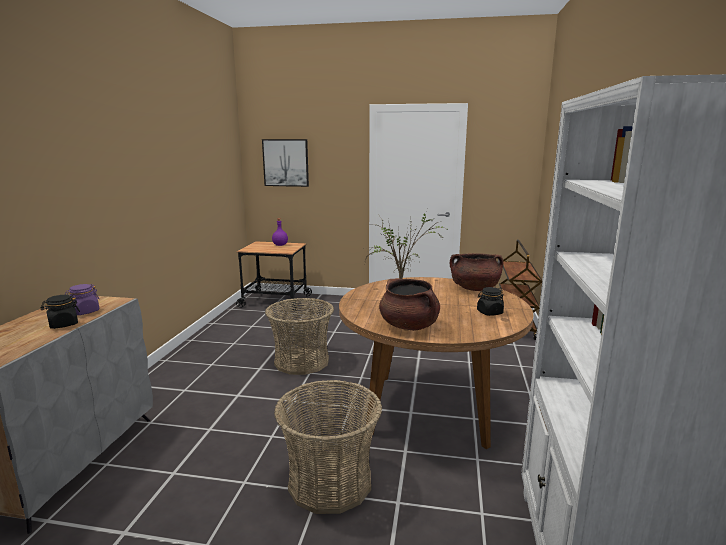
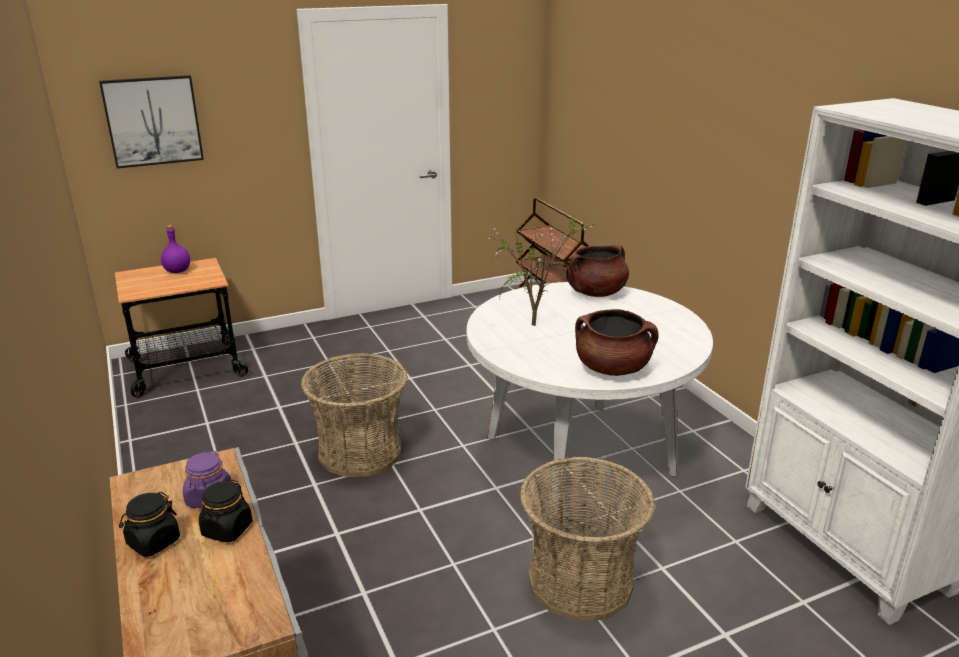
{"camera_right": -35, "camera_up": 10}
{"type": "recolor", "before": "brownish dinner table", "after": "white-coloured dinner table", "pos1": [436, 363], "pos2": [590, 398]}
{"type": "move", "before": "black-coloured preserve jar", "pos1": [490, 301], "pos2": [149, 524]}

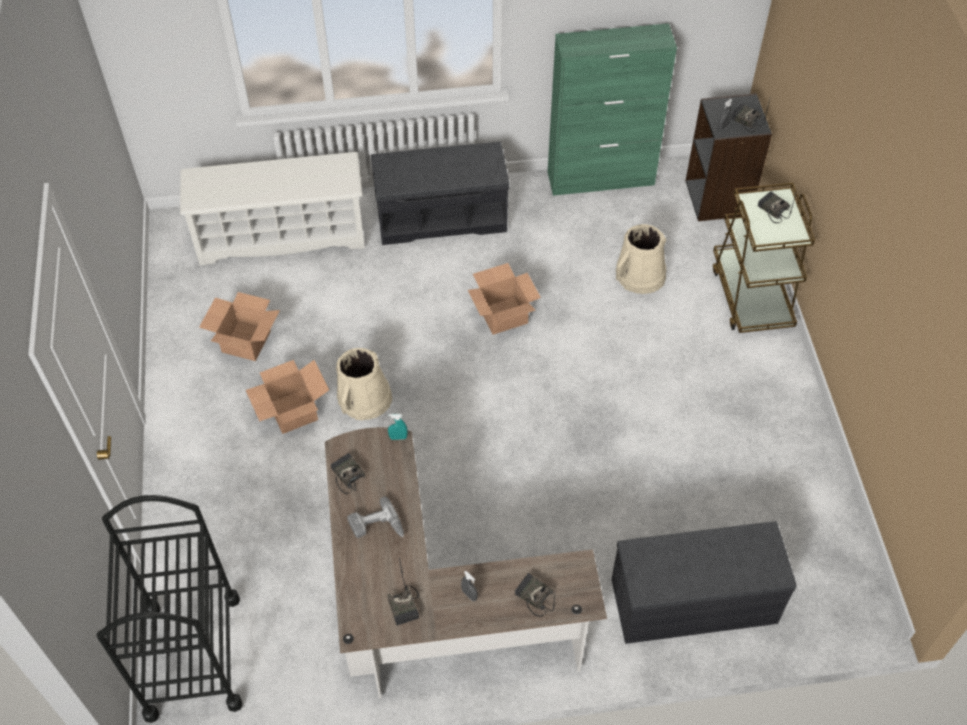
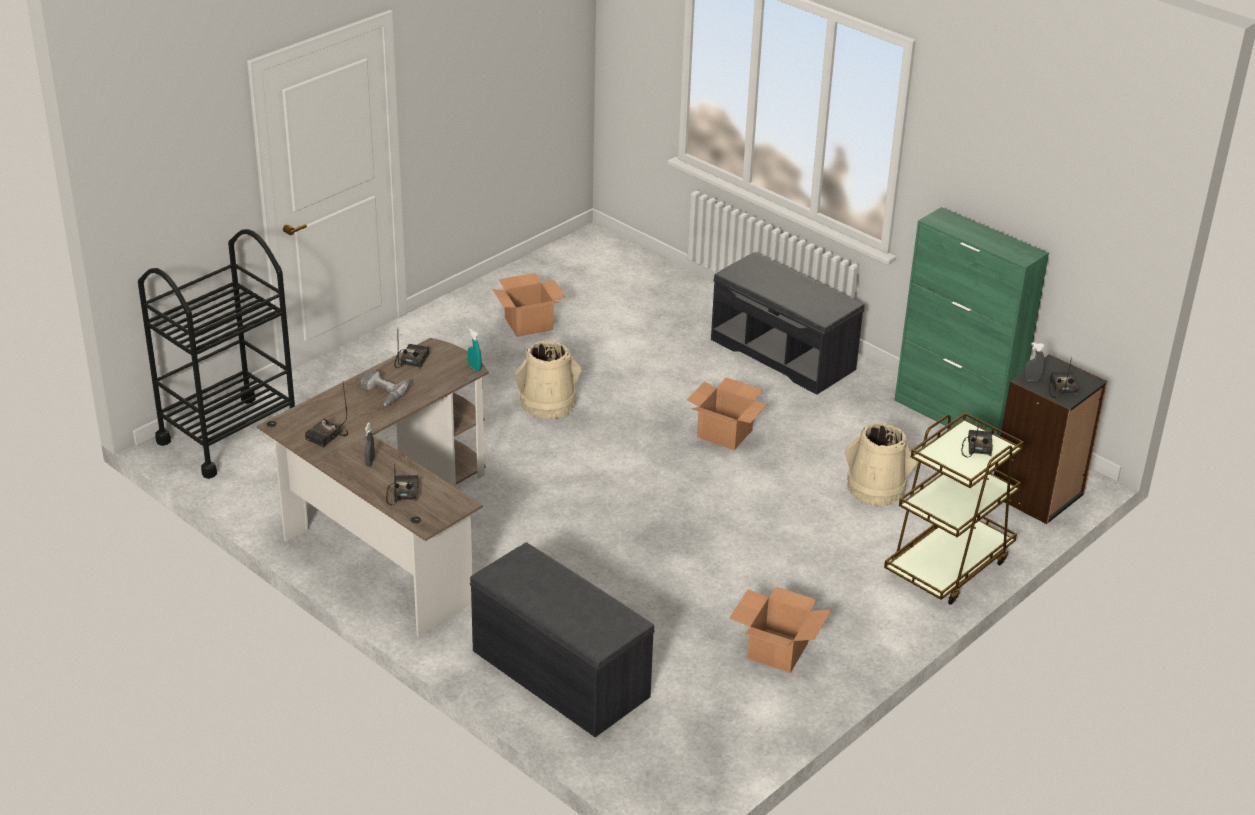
{"camera_right": 50, "camera_up": -20}
{"type": "delete", "before": "white-coloured shoe rack", "pos1": [272, 209]}
{"type": "move", "before": "packing box", "pos1": [287, 397], "pos2": [780, 630]}

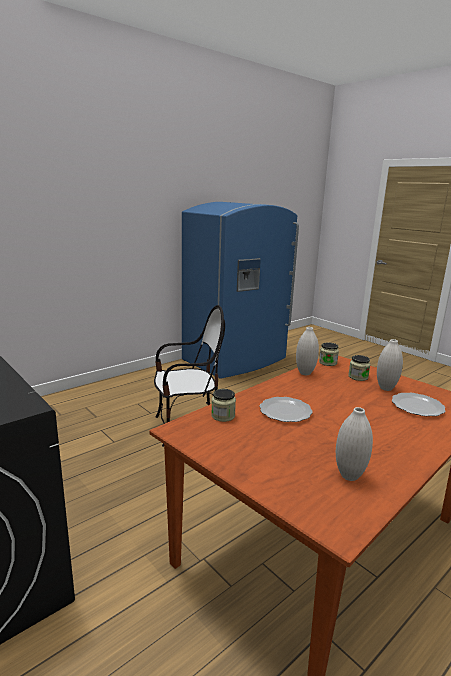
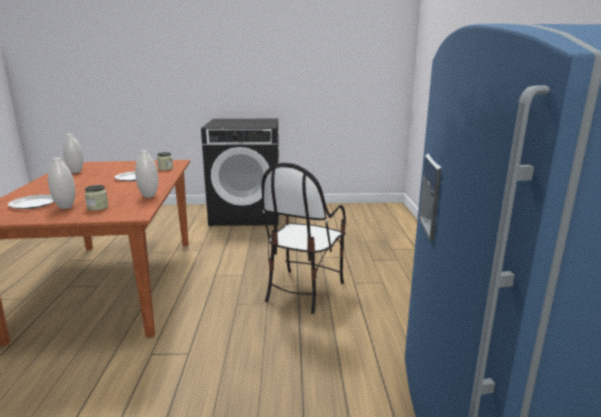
{"camera_right": 130, "camera_up": 0}
{"type": "delete", "before": "preserve jar", "pos1": [329, 354]}

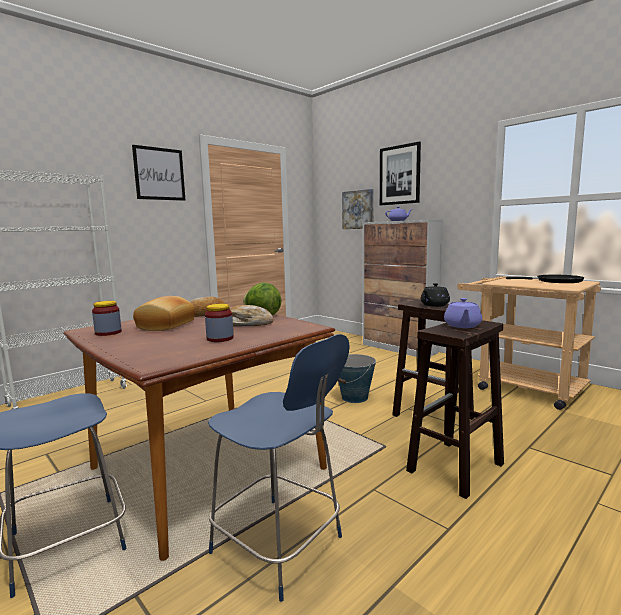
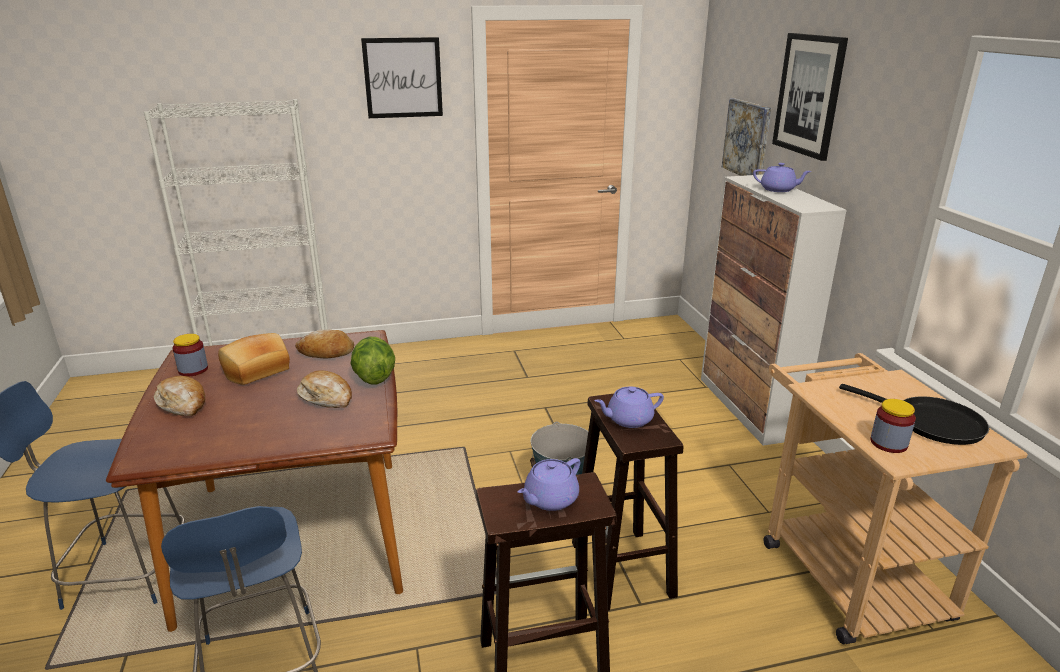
{"camera_right": 30, "camera_up": 15}
{"type": "recolor", "before": "black-coloured teapot", "after": "purplish teapot", "pos1": [435, 295], "pos2": [629, 407]}
{"type": "move", "before": "preserve jar", "pos1": [219, 323], "pos2": [893, 426]}
{"type": "insert", "after": "baked bread", "pos2": [179, 396]}

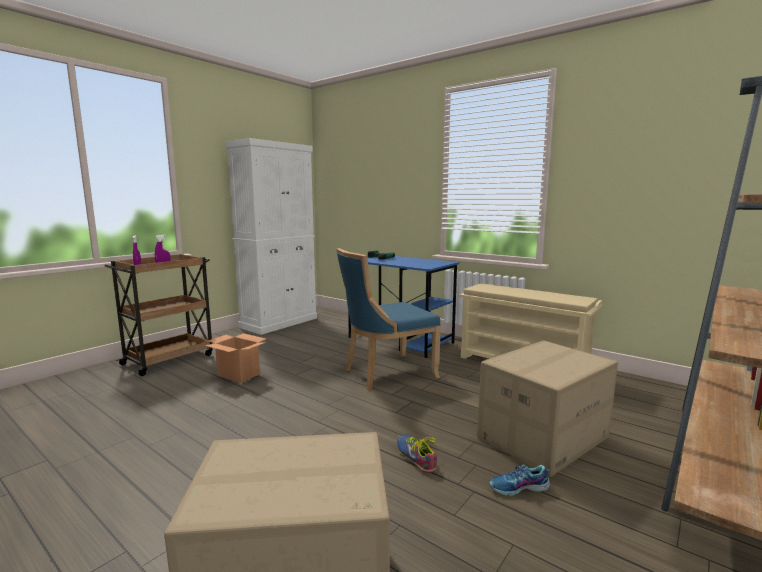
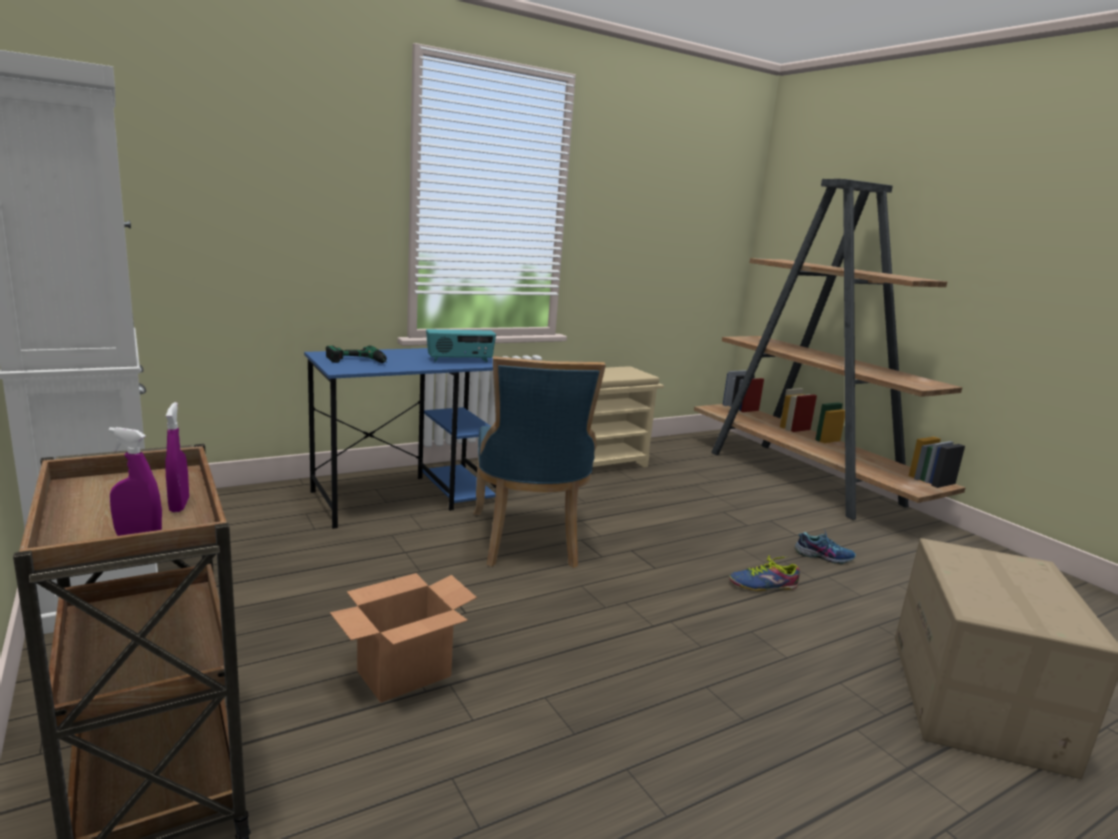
{"camera_right": -70, "camera_up": 5}
{"type": "delete", "before": "packing box", "pos1": [547, 408]}
{"type": "rotate", "before": "shoe", "pos1": [520, 480], "pos2": [825, 547], "turn": -90}
{"type": "insert", "after": "radio", "pos2": [461, 345]}

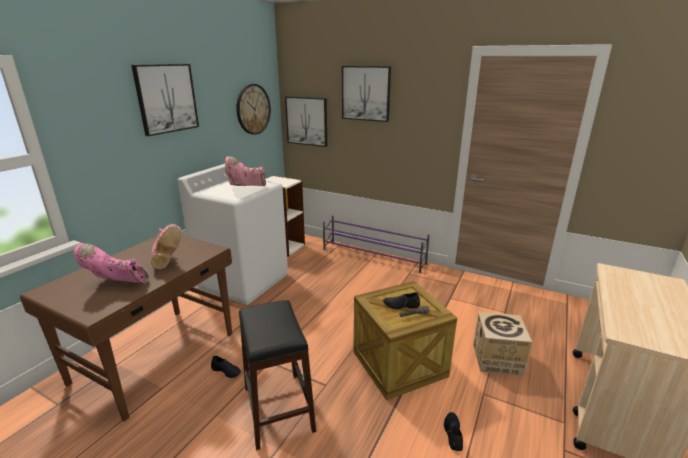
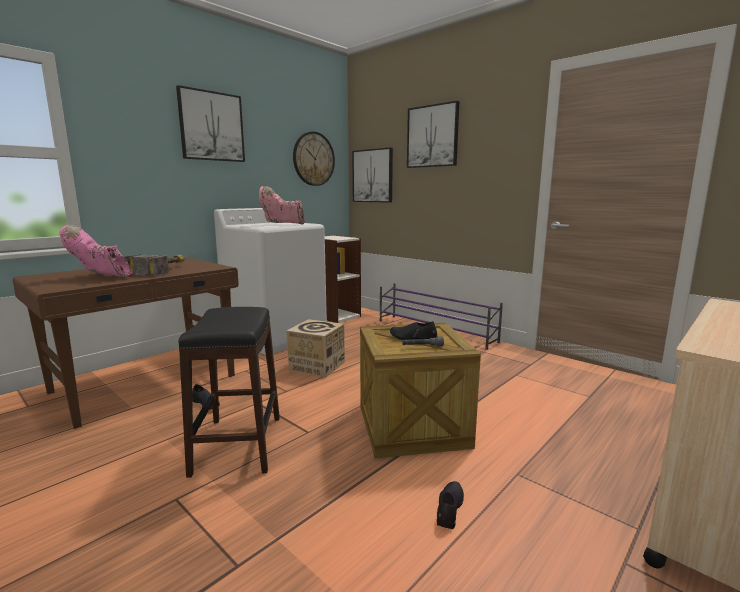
{"camera_right": 15, "camera_up": -10}
{"type": "replace", "before": "pink boot", "after": "hand hammer", "pos1": [166, 246], "pos2": [155, 265]}
{"type": "move", "before": "packing box", "pos1": [502, 344], "pos2": [315, 348]}

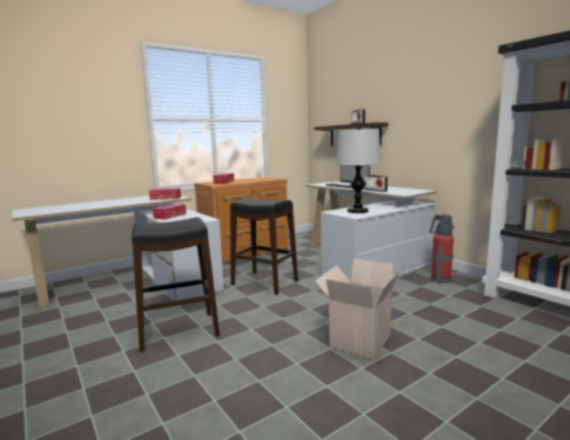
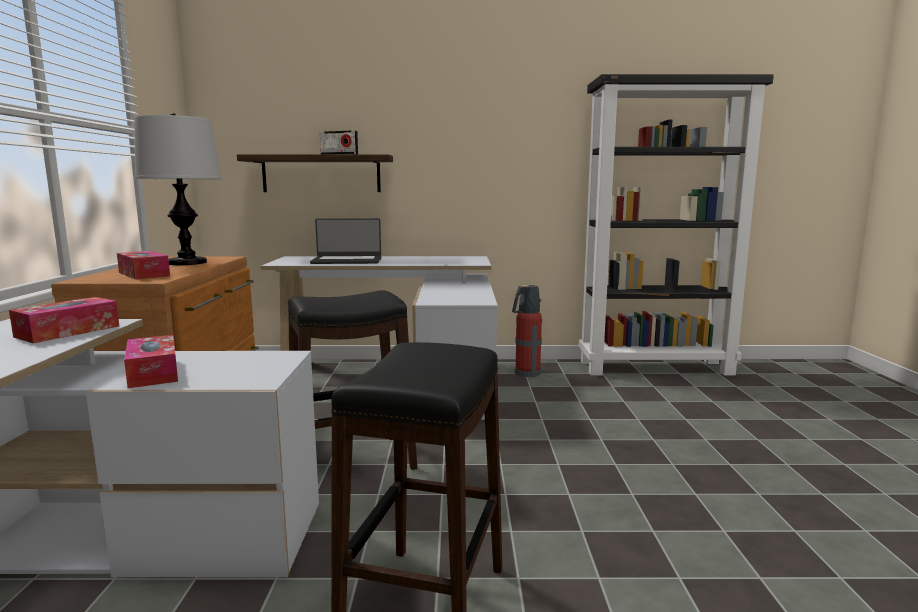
{"camera_right": -55, "camera_up": 0}
{"type": "move", "before": "table lamp", "pos1": [358, 170], "pos2": [177, 189]}
{"type": "delete", "before": "radio", "pos1": [376, 183]}
{"type": "delete", "before": "packing box", "pos1": [357, 309]}

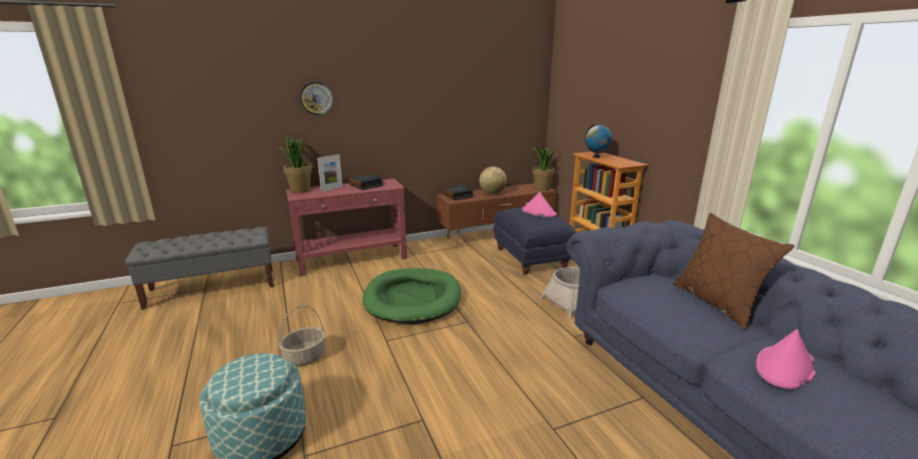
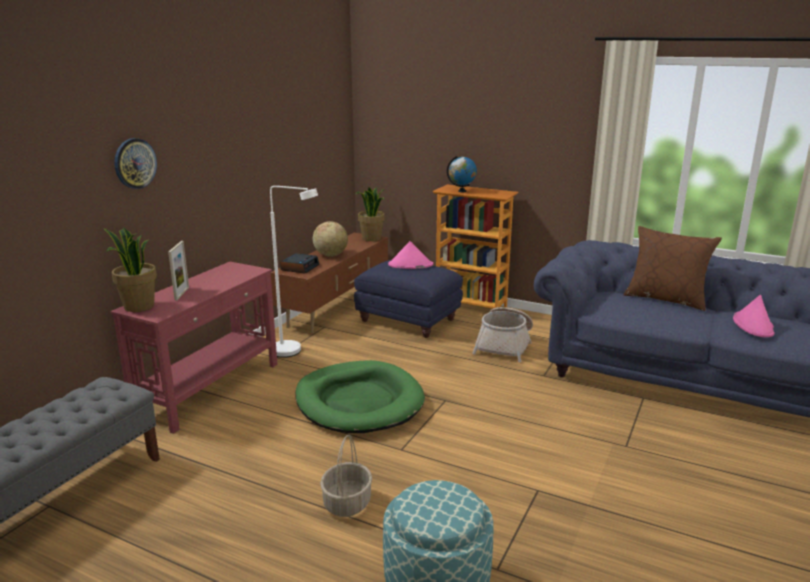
{"camera_right": -40, "camera_up": 0}
{"type": "delete", "before": "alarm clock", "pos1": [366, 182]}
{"type": "insert", "after": "white-coloured floor lamp", "pos2": [294, 272]}

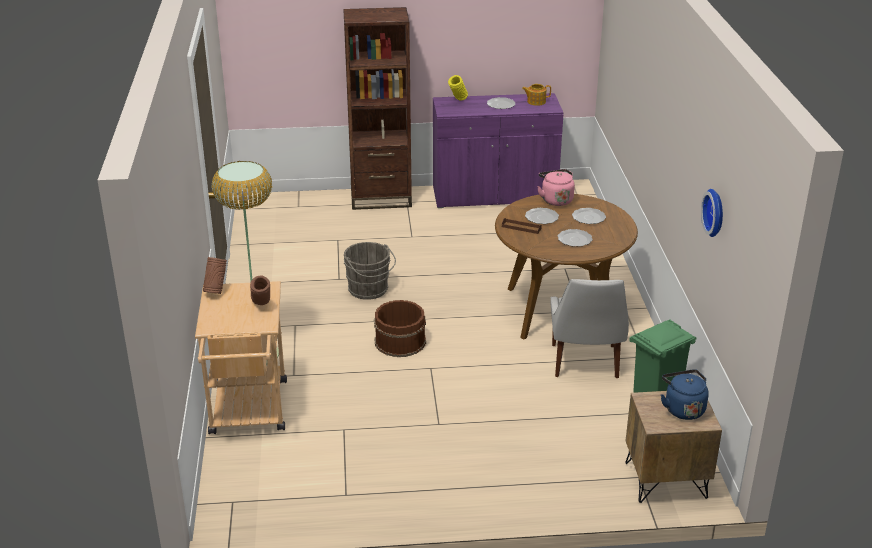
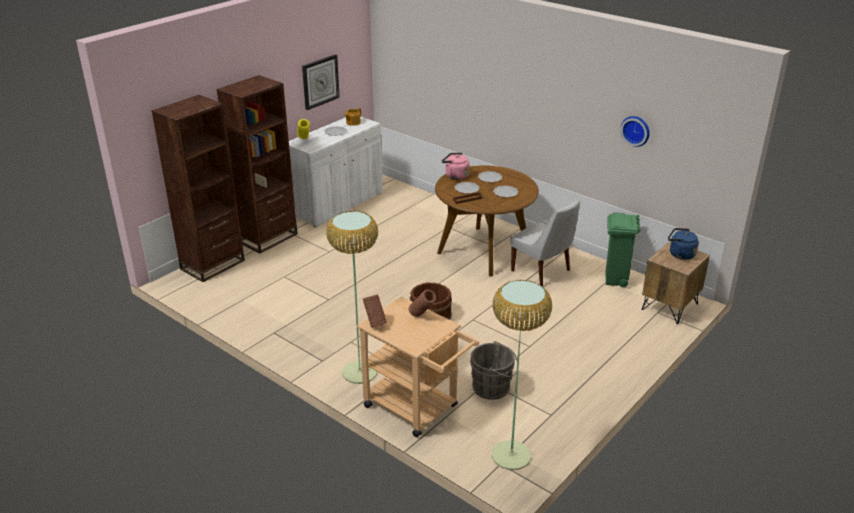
{"camera_right": -45, "camera_up": 0}
{"type": "recolor", "before": "purplish storage cabinet", "after": "white-coloured storage cabinet", "pos1": [498, 150], "pos2": [336, 172]}
{"type": "move", "before": "grey bucket", "pos1": [370, 271], "pos2": [493, 370]}
{"type": "insert", "after": "hanging clock", "pos2": [321, 82]}
{"type": "insert", "after": "brownish bookshelf", "pos2": [198, 188]}
{"type": "insert", "after": "floor lamp", "pos2": [522, 375]}

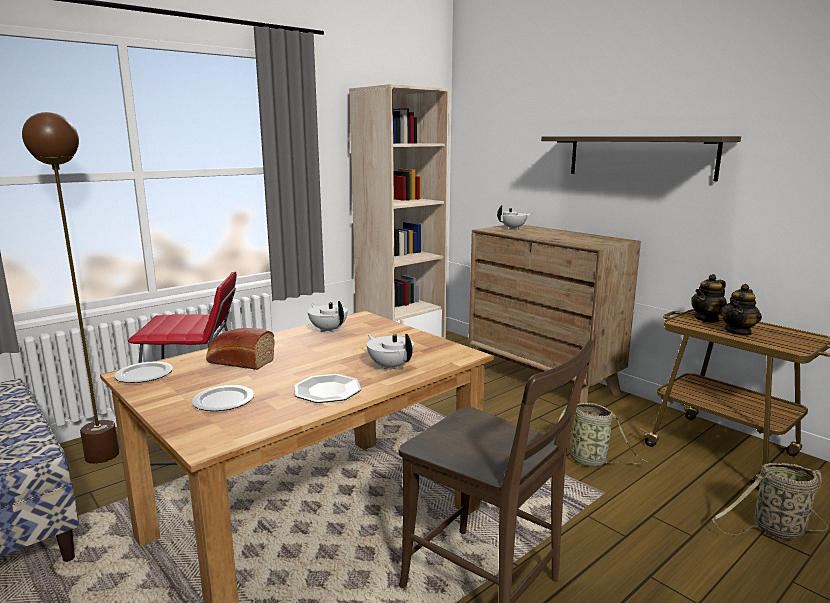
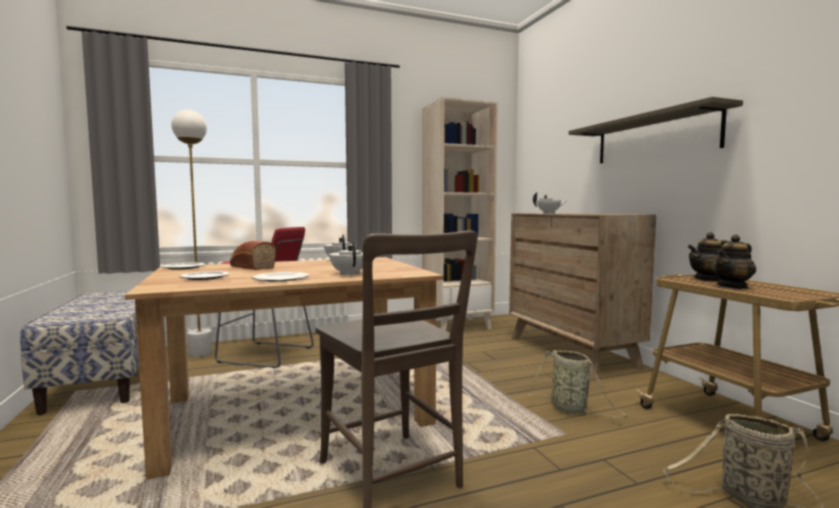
{"camera_right": 20, "camera_up": -10}
{"type": "recolor", "before": "brownish floor lamp", "after": "white-coloured floor lamp", "pos1": [70, 288], "pos2": [192, 234]}

